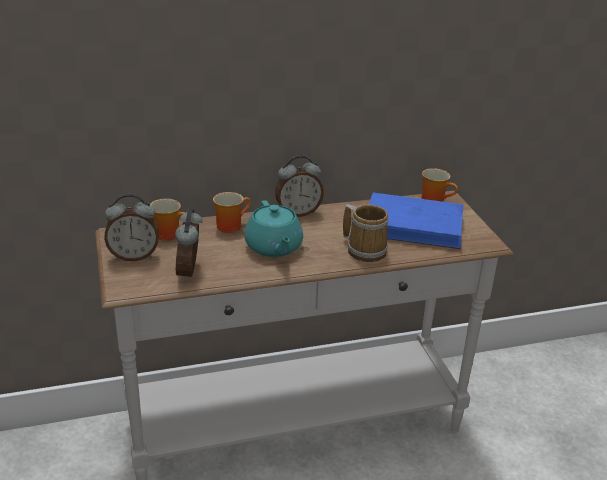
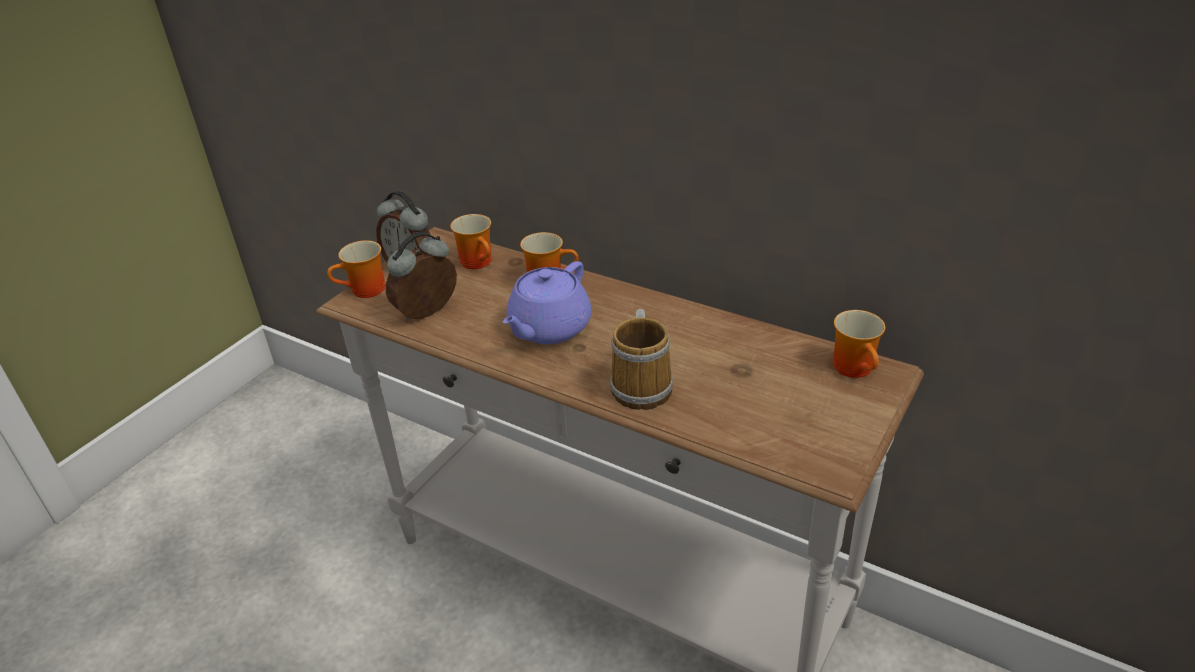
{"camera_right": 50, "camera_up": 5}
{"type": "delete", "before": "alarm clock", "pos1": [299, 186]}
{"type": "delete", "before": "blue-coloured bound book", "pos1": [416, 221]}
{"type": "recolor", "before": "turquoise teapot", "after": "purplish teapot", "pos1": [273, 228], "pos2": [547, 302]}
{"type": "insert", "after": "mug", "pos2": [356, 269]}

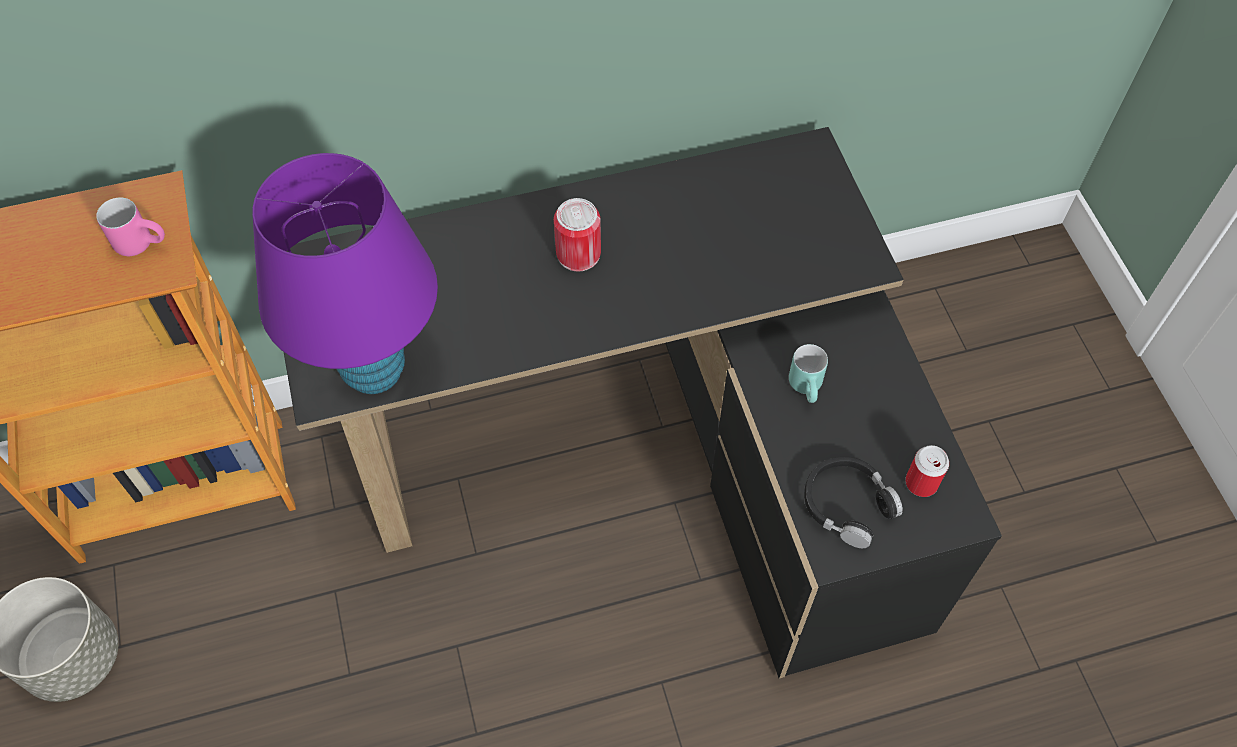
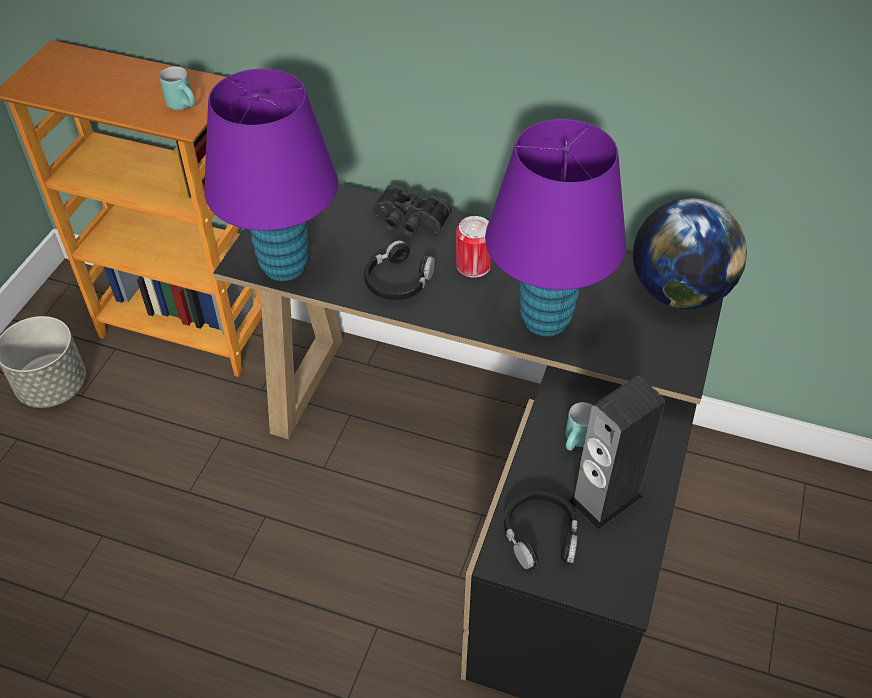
{"camera_right": 35, "camera_up": -10}
{"type": "recolor", "before": "pink mug", "after": "turquoise mug", "pos1": [130, 227], "pos2": [177, 88]}
{"type": "delete", "before": "metal can", "pos1": [927, 471]}
{"type": "insert", "after": "purplish table lamp", "pos2": [555, 228]}
{"type": "insert", "after": "black-coloured pair of binoculars", "pos2": [412, 210]}
{"type": "insert", "after": "globe", "pos2": [690, 253]}
{"type": "insert", "after": "black-coloured pair of headphones", "pos2": [399, 270]}
{"type": "insert", "after": "loudspeaker", "pos2": [617, 453]}

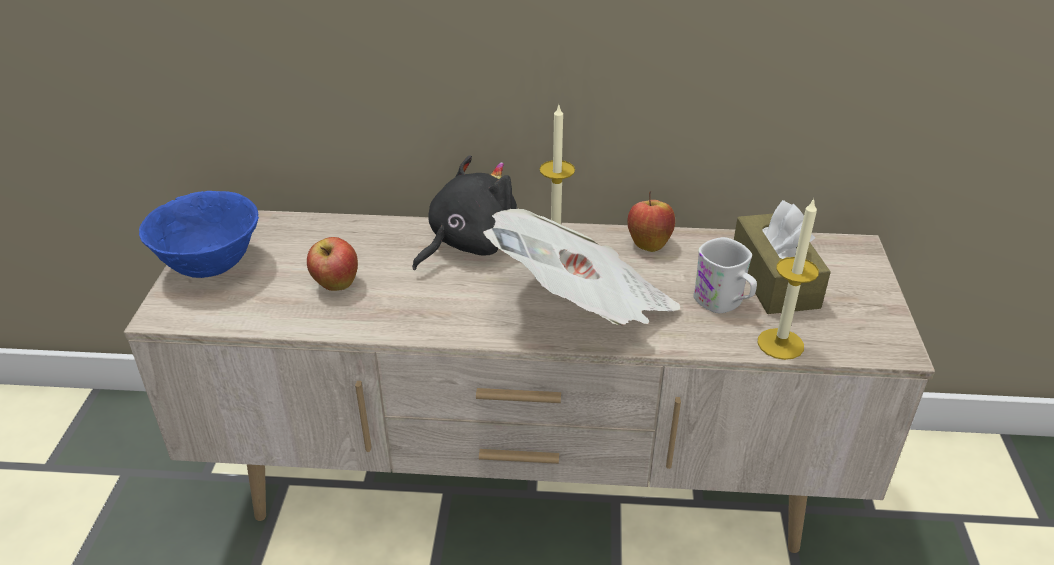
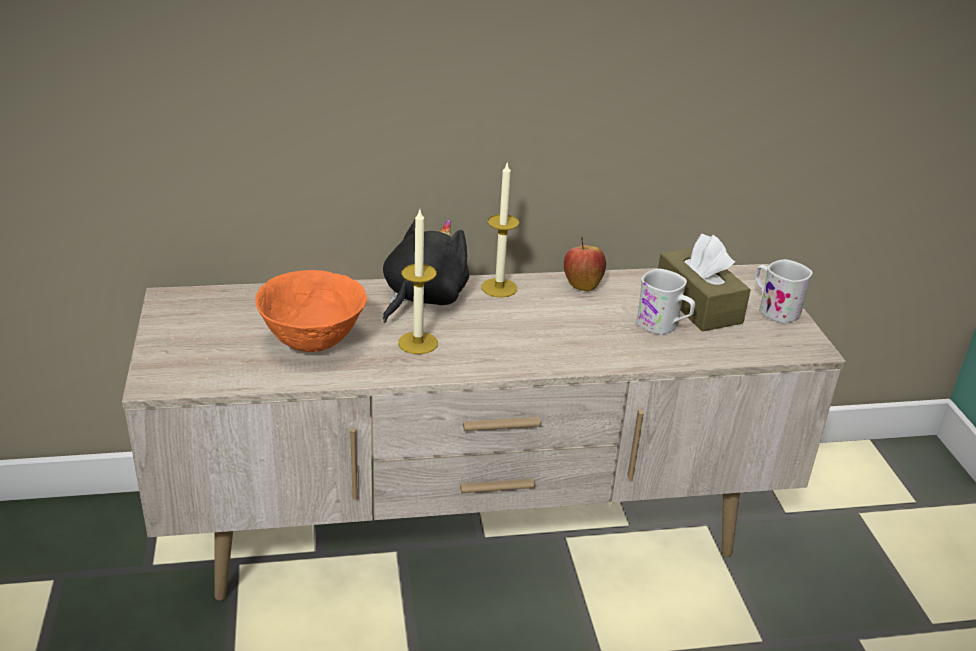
{"camera_right": -15, "camera_up": -5}
{"type": "delete", "before": "blue-coloured deep dish", "pos1": [199, 234]}
{"type": "move", "before": "wax candle", "pos1": [788, 279], "pos2": [418, 282]}
{"type": "delete", "before": "daily paper", "pos1": [582, 267]}
{"type": "replace", "before": "apple fruit", "after": "orange deep dish", "pos1": [332, 264], "pos2": [311, 311]}
{"type": "insert", "after": "white-coloured mug", "pos2": [784, 291]}

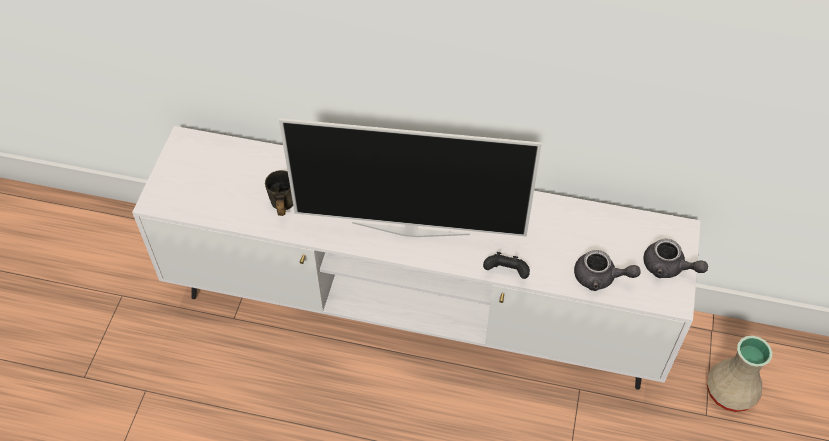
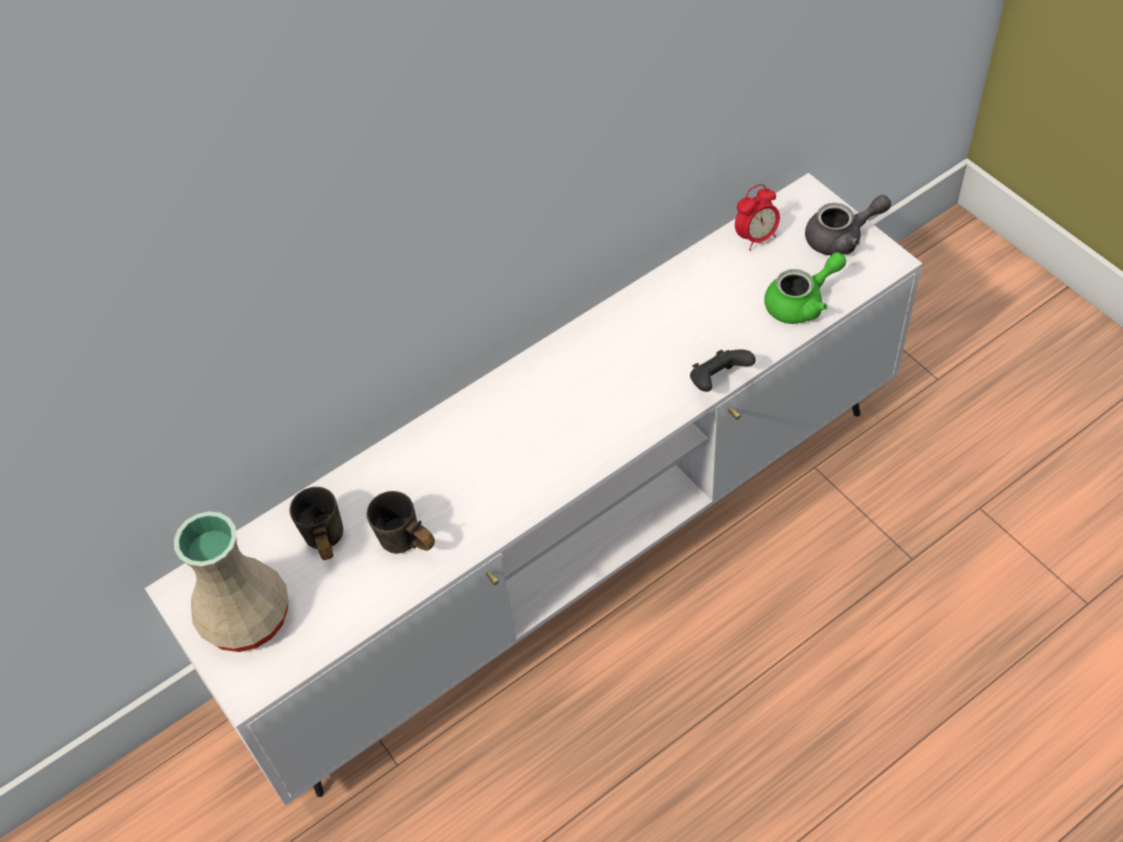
{"camera_right": -45, "camera_up": 0}
{"type": "delete", "before": "TV set", "pos1": [410, 177]}
{"type": "recolor", "before": "grey teapot", "after": "green teapot", "pos1": [607, 270], "pos2": [805, 288]}
{"type": "move", "before": "beige-coloured vase", "pos1": [739, 374], "pos2": [231, 581]}
{"type": "insert", "after": "alarm clock", "pos2": [757, 217]}
{"type": "insert", "after": "grey mug", "pos2": [316, 523]}

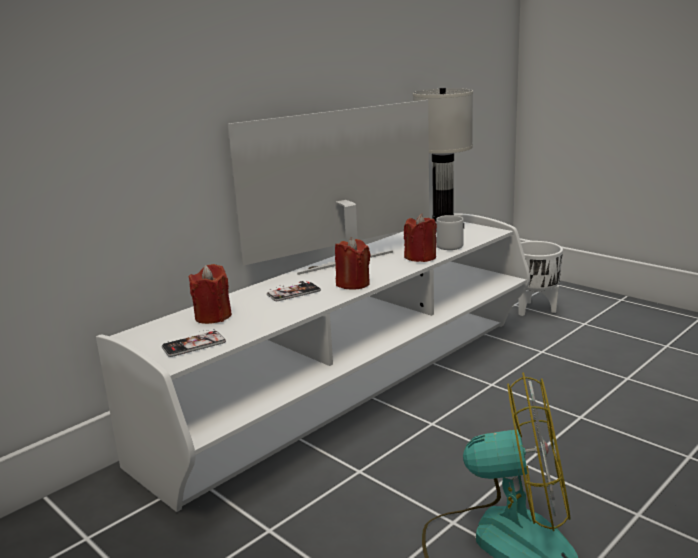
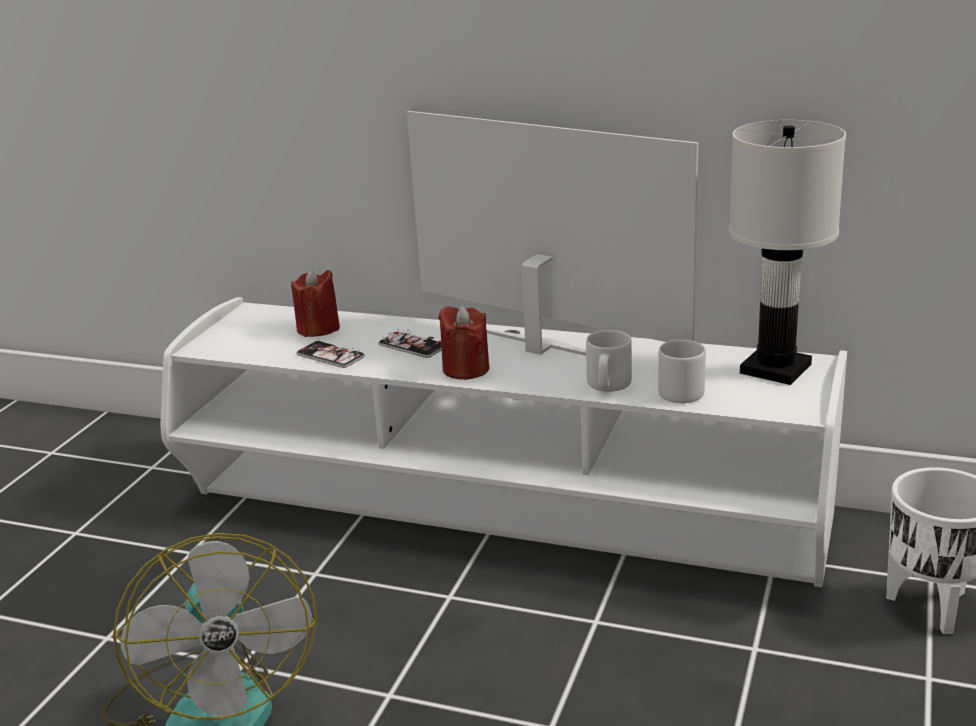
{"camera_right": 65, "camera_up": 5}
{"type": "replace", "before": "red wax candle", "after": "grey mug", "pos1": [420, 238], "pos2": [609, 361]}
{"type": "move", "before": "handset", "pos1": [193, 343], "pos2": [331, 354]}

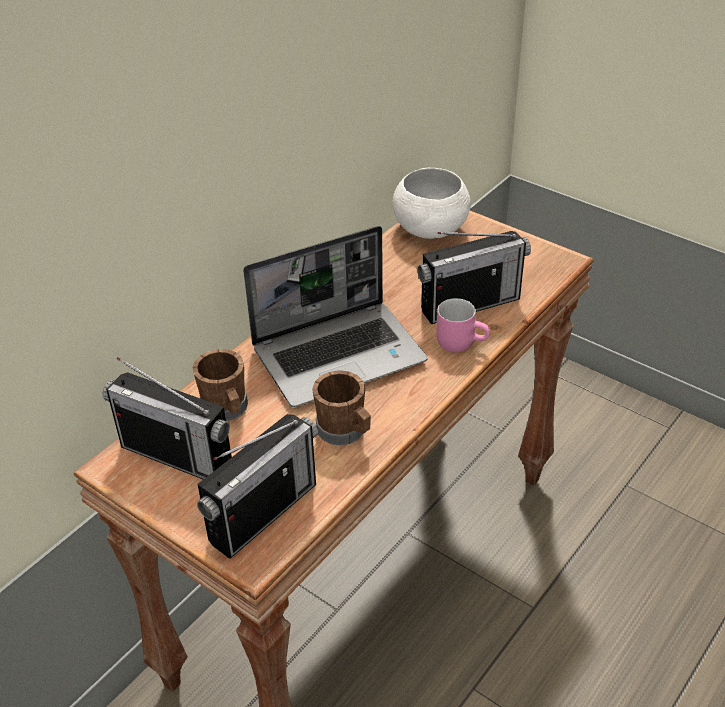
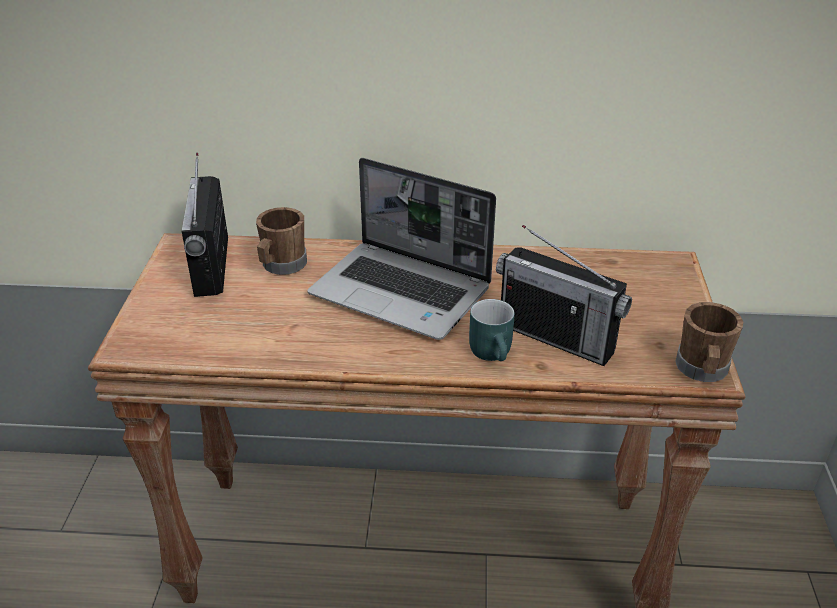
{"camera_right": 55, "camera_up": -5}
{"type": "delete", "before": "white-coloured deep dish", "pos1": [432, 203]}
{"type": "recolor", "before": "pink mug", "after": "turquoise mug", "pos1": [463, 325], "pos2": [492, 330]}
{"type": "move", "before": "brownish mug", "pos1": [341, 407], "pos2": [709, 342]}
{"type": "delete", "before": "radio", "pos1": [257, 486]}

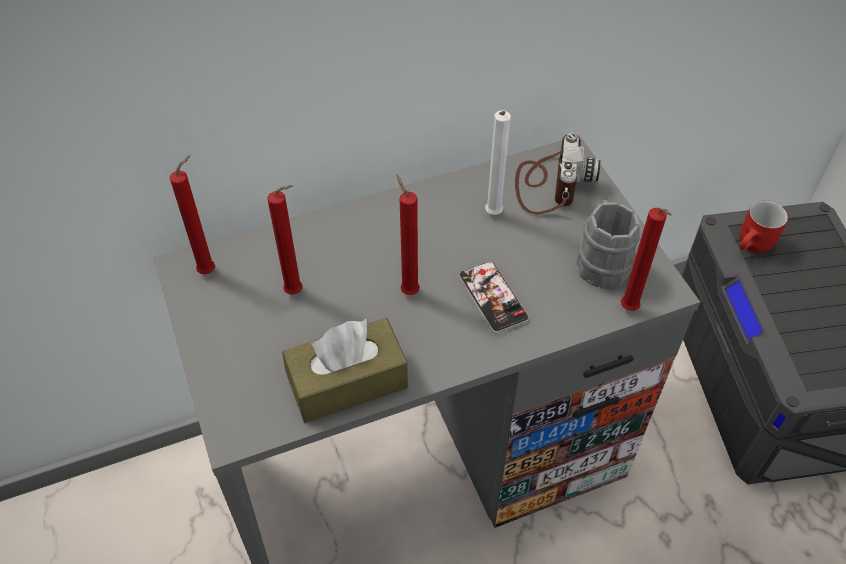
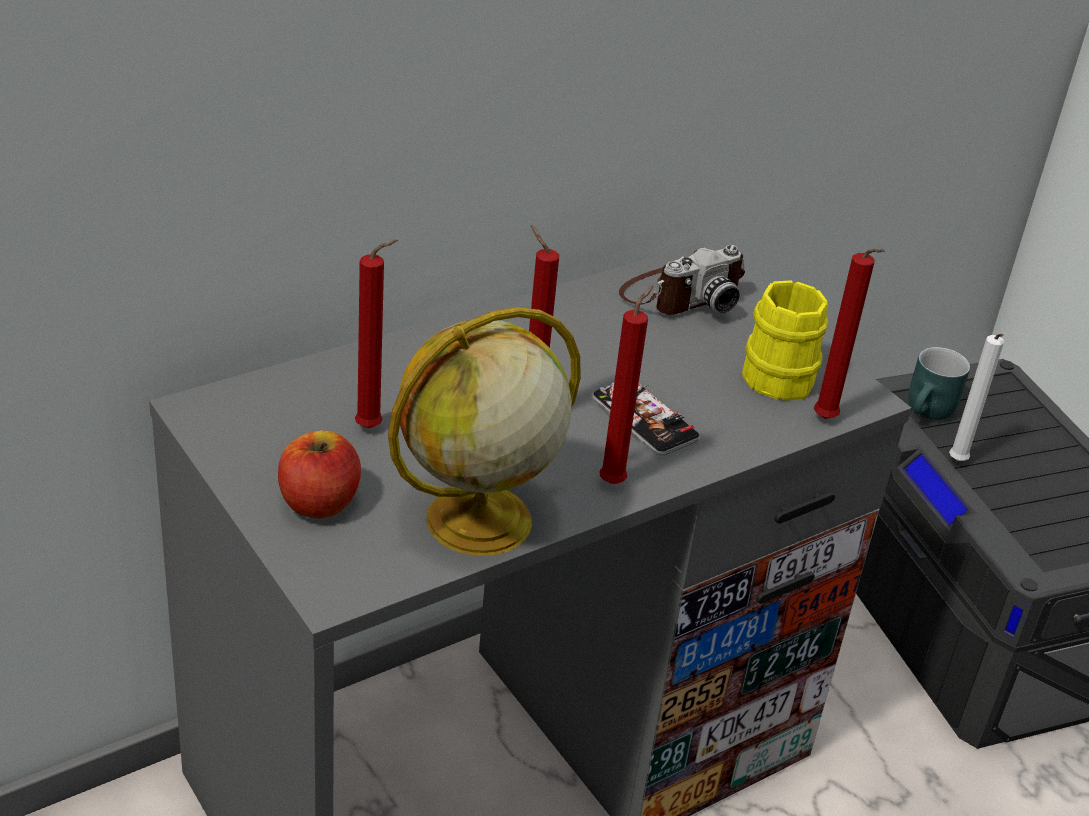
{"camera_right": -15, "camera_up": -15}
{"type": "move", "before": "white-coloured wax candle", "pos1": [498, 162], "pos2": [976, 397]}
{"type": "rotate", "before": "still camera", "pos1": [558, 173], "pos2": [682, 280], "turn": 60}
{"type": "move", "before": "red wax candle", "pos1": [192, 214], "pos2": [626, 385]}
{"type": "recolor", "before": "grey mug", "after": "yellow-coloured mug", "pos1": [608, 244], "pos2": [785, 340]}
{"type": "recolor", "before": "red mug", "after": "turquoise mug", "pos1": [764, 226], "pos2": [939, 383]}
{"type": "replace", "before": "brownish tissue holder", "after": "globe", "pos1": [345, 370], "pos2": [484, 431]}
{"type": "insert", "after": "apple fruit", "pos2": [319, 475]}

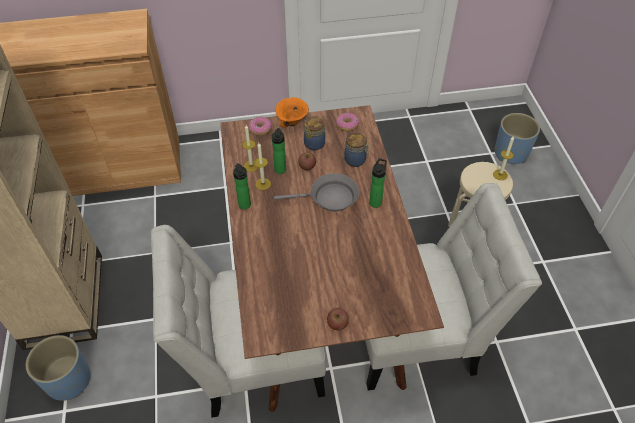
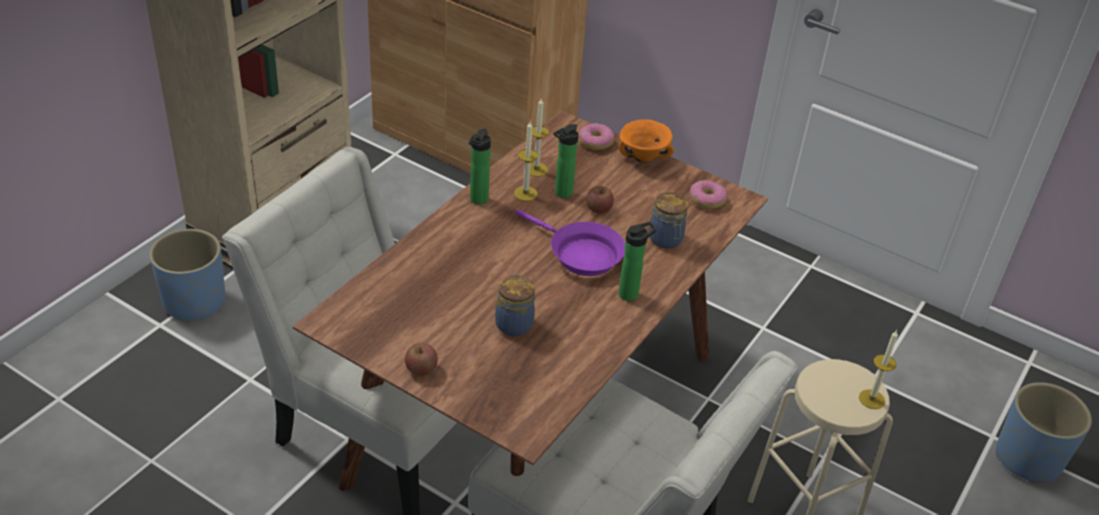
{"camera_right": 40, "camera_up": -10}
{"type": "move", "before": "preserve jar", "pos1": [314, 133], "pos2": [515, 305]}
{"type": "recolor", "before": "grey pan", "after": "purplish pan", "pos1": [316, 192], "pos2": [570, 242]}

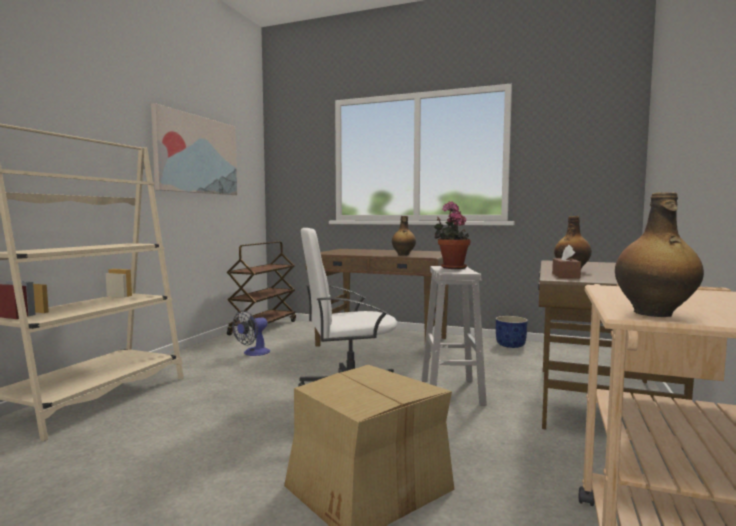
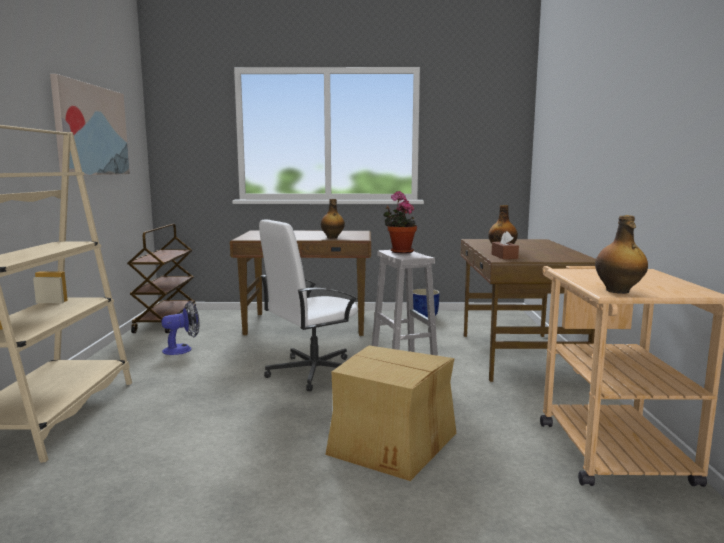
{"camera_right": -20, "camera_up": 5}
{"type": "rotate", "before": "electric fan", "pos1": [251, 333], "pos2": [180, 328], "turn": -135}

